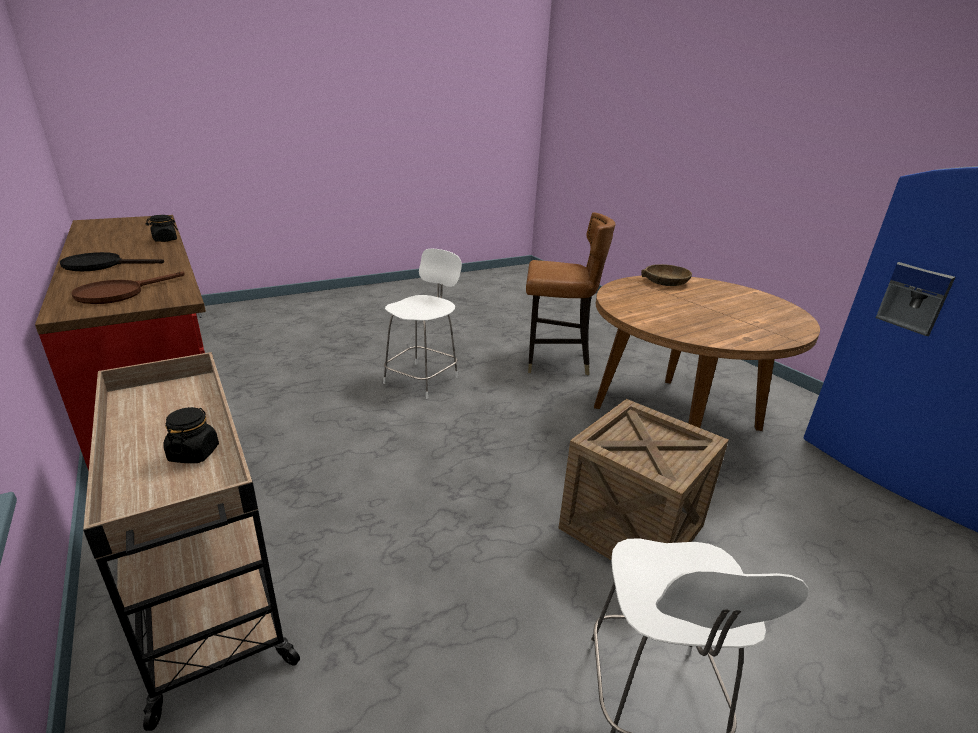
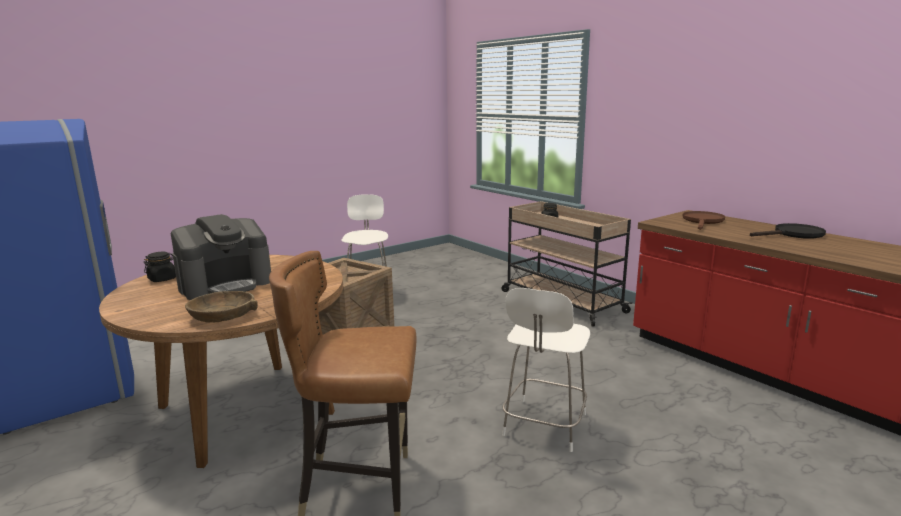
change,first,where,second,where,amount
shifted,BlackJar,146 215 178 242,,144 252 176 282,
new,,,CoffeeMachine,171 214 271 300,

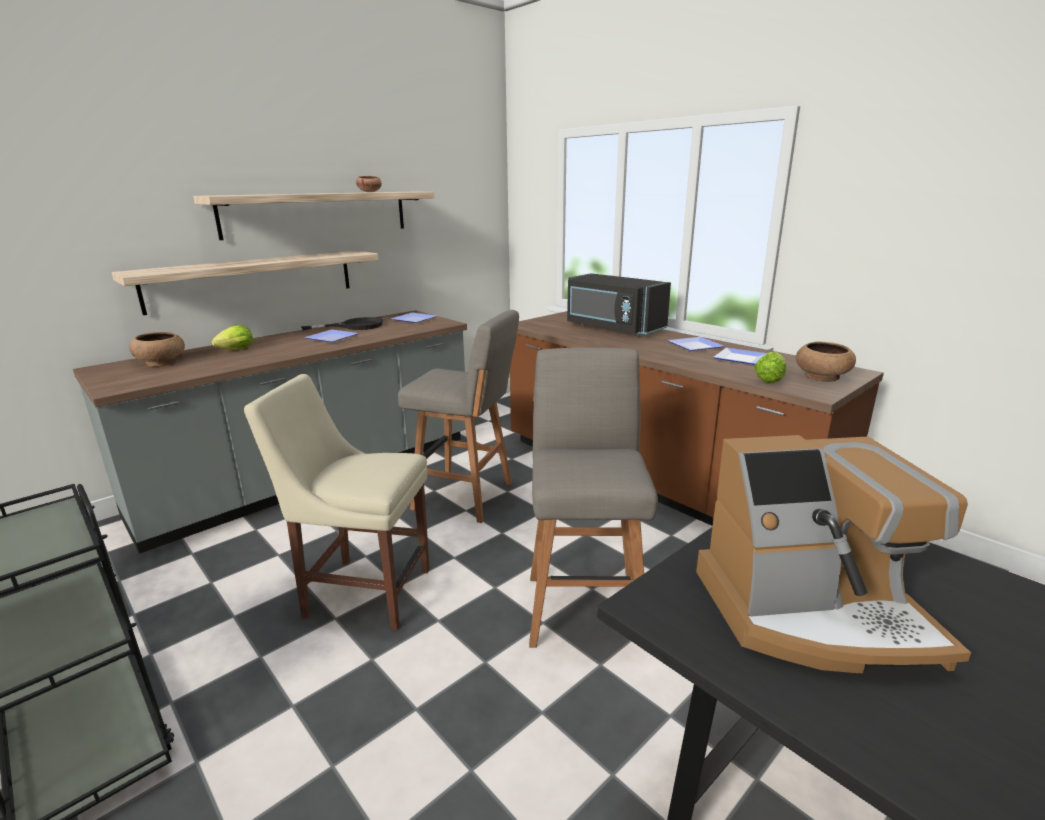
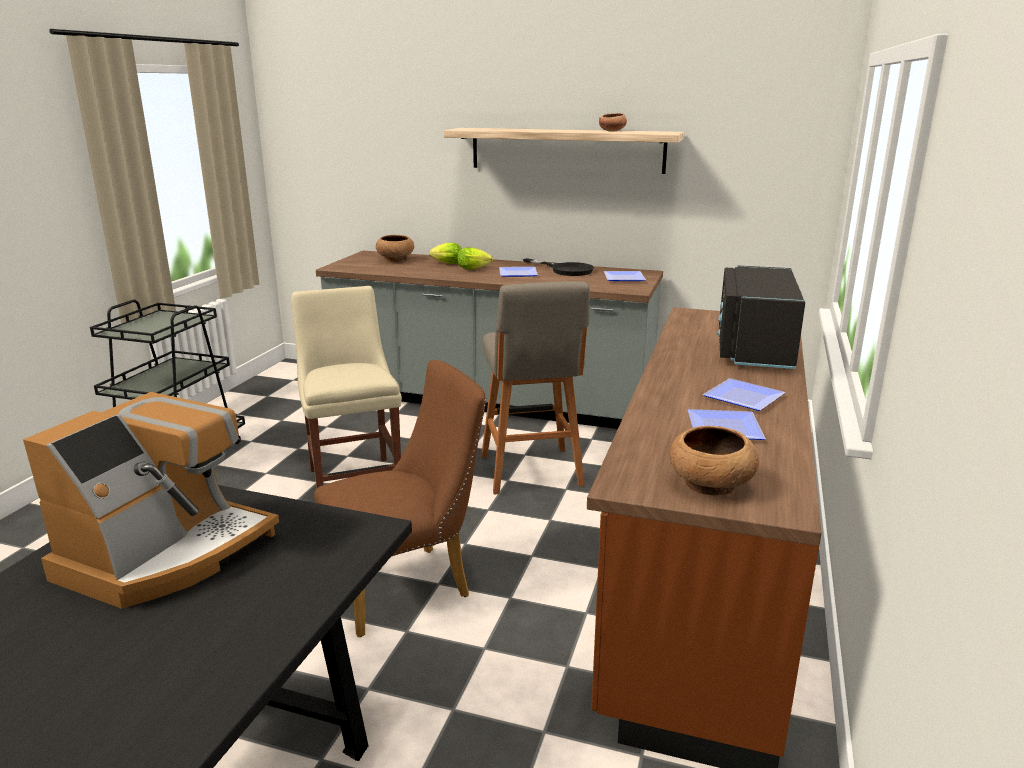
change,first,where,second,where,amount
gone,Shelf,112 250 378 315,,,
swapped,GreyStool,529 348 658 648,BrownChair,314 360 486 637,
rotated,CoffeeMachine,696 435 971 673,,23 392 279 609,120 degrees counterclockwise
shifted,Lettuce,754 352 786 383,,457 247 493 269,

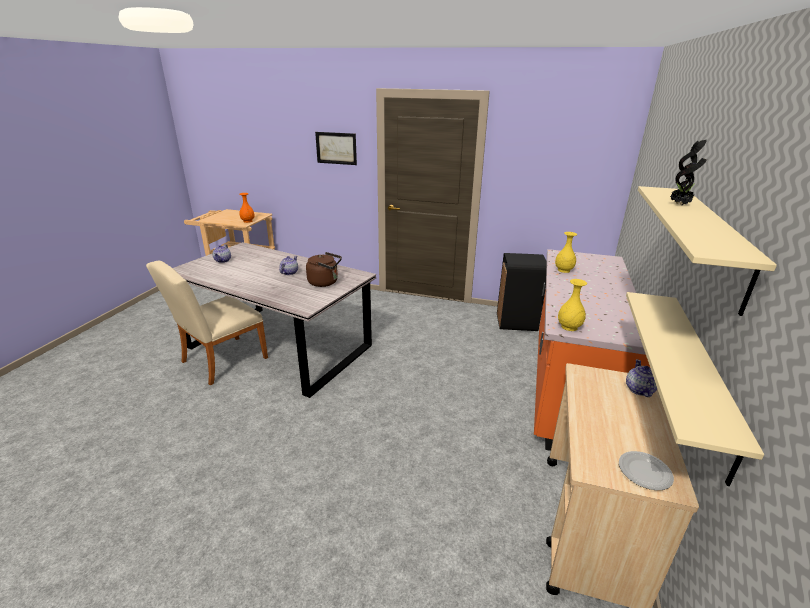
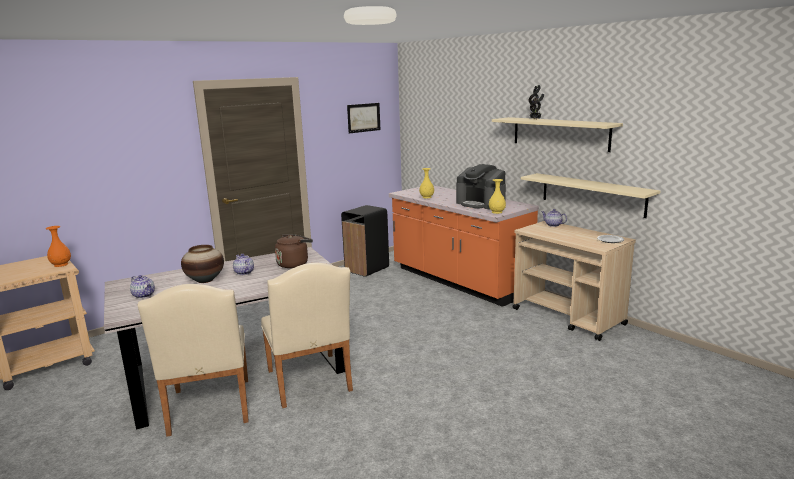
change,first,where,second,where,amount
shifted,Picture,315 132 357 165,,347 103 380 133,
new,,,Vase,181 245 224 283,
new,,,BeigeChair,261 263 353 408,
new,,,CoffeeMachine,456 164 506 209,

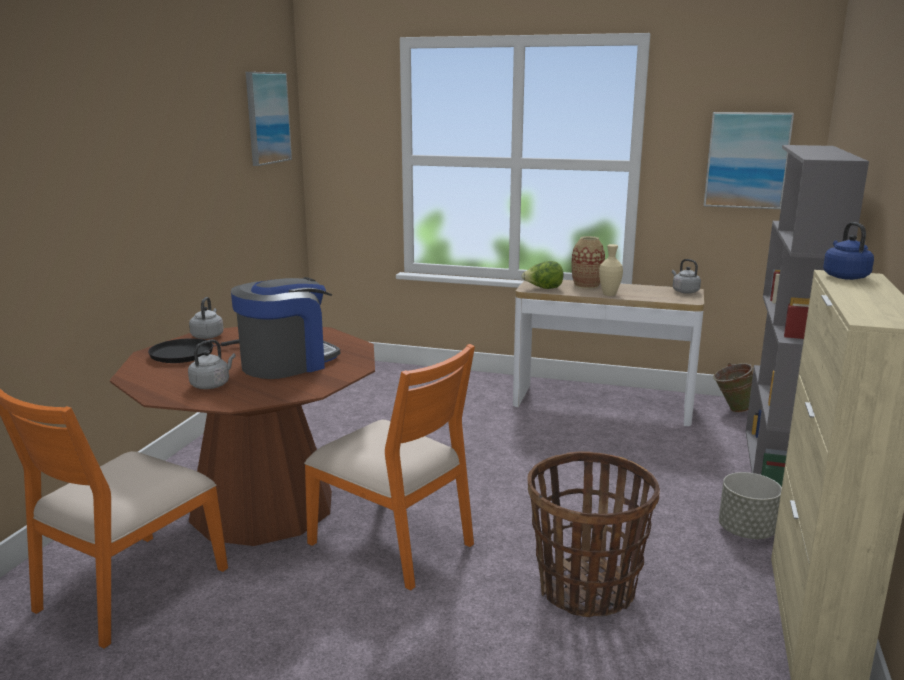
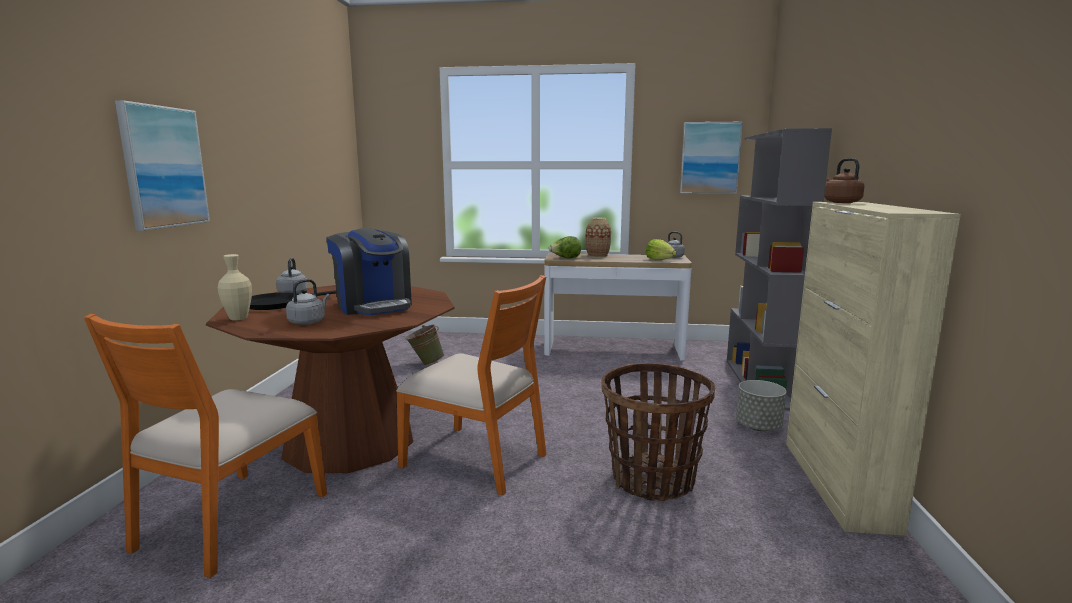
change,first,where,second,where,amount
rotated,CoffeeMachine,231 277 340 379,,326 228 412 315,105 degrees clockwise
shifted,Picture,246 72 292 166,,115 100 210 231,
shifted,BeigeVase,599 244 623 296,,218 254 252 321,
shifted,GreenBucket,713 363 753 412,,406 324 444 365,
repainted,BlueKettle,823 222 874 280,BrownKettle,824 158 865 203,
new,,,Lettuce,646 239 676 260,

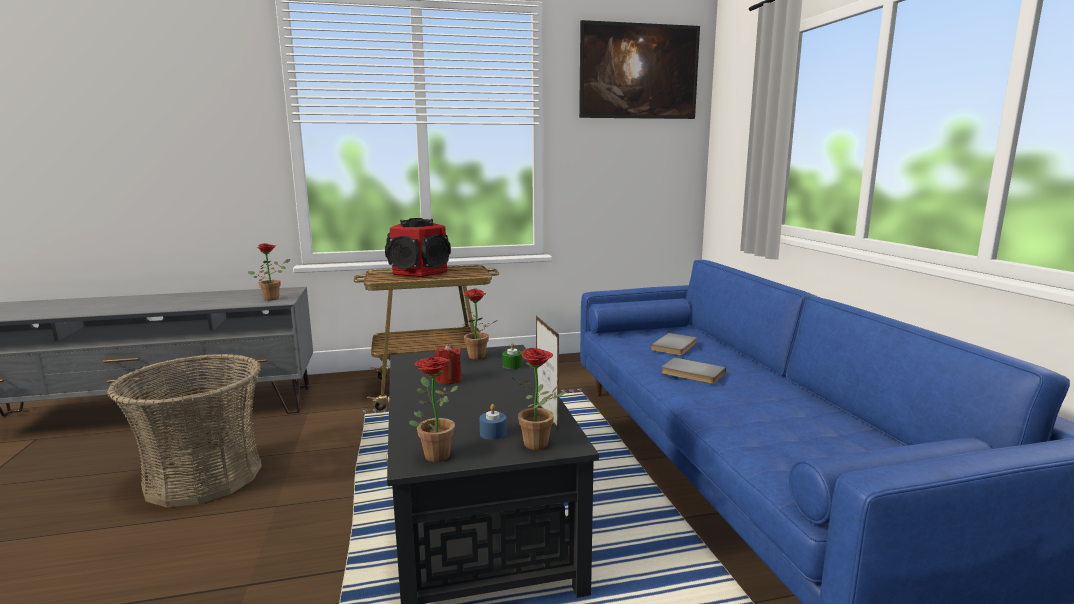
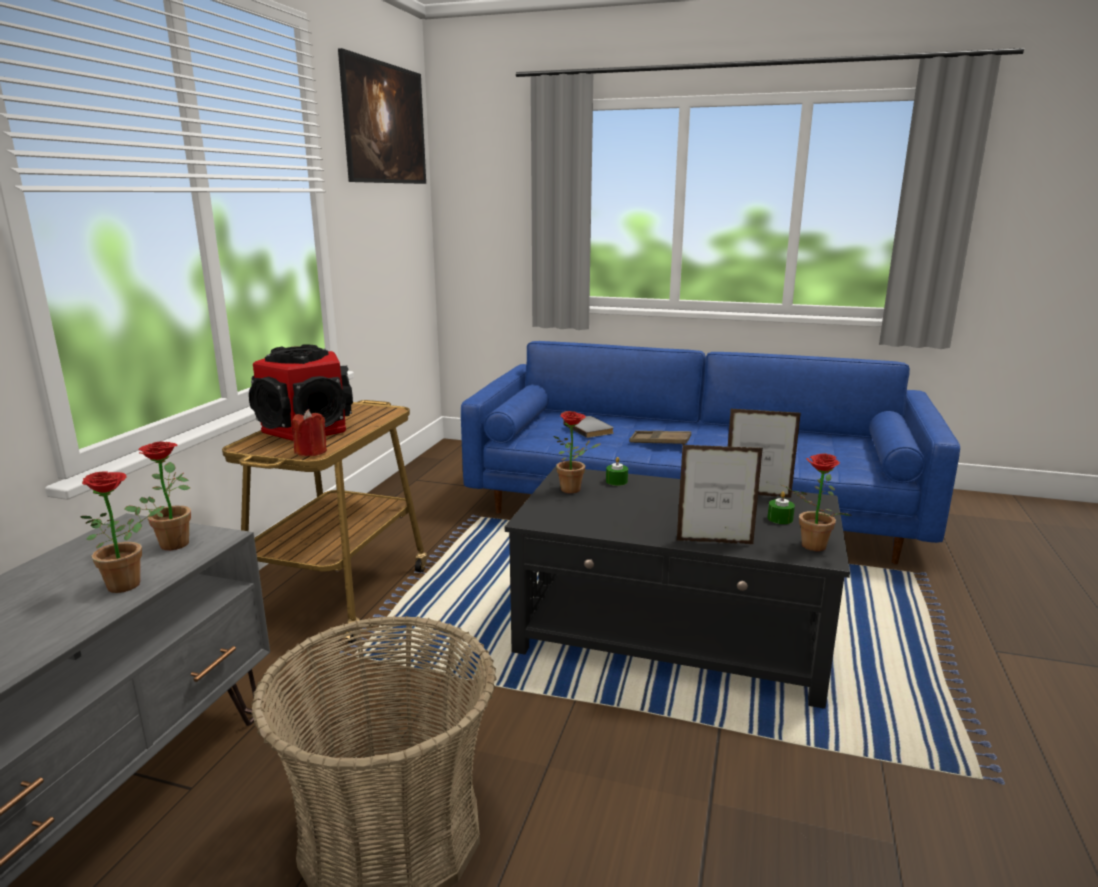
change,first,where,second,where,amount
shifted,RedCandle,434 344 462 384,,291 409 327 456,
repainted,BlueCandle,479 404 507 440,GreenCandle,768 492 795 524,
shifted,PottedPlant,512 348 566 450,,81 471 165 593,
swapped,GreyBook,661 357 726 384,BrownTray,629 431 691 445,
new,,,PictureFrame,677 445 763 545,

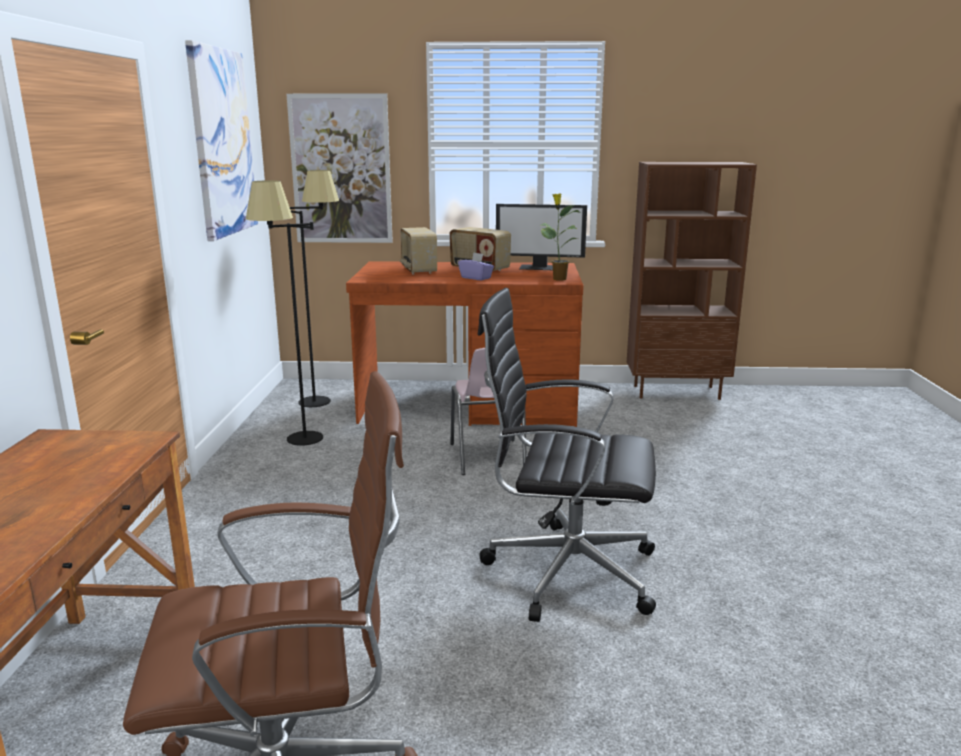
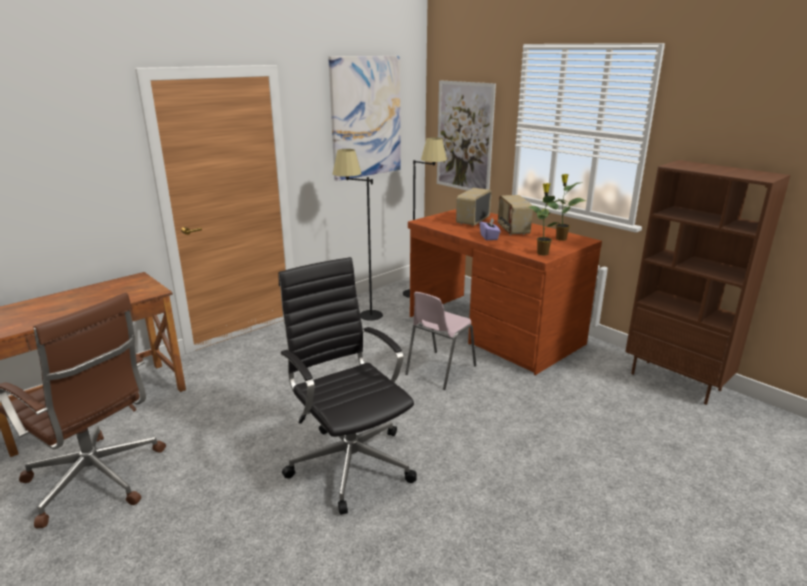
change,first,where,second,where,amount
swapped,Monitor,496 204 587 270,PottedPlant,542 174 586 241,

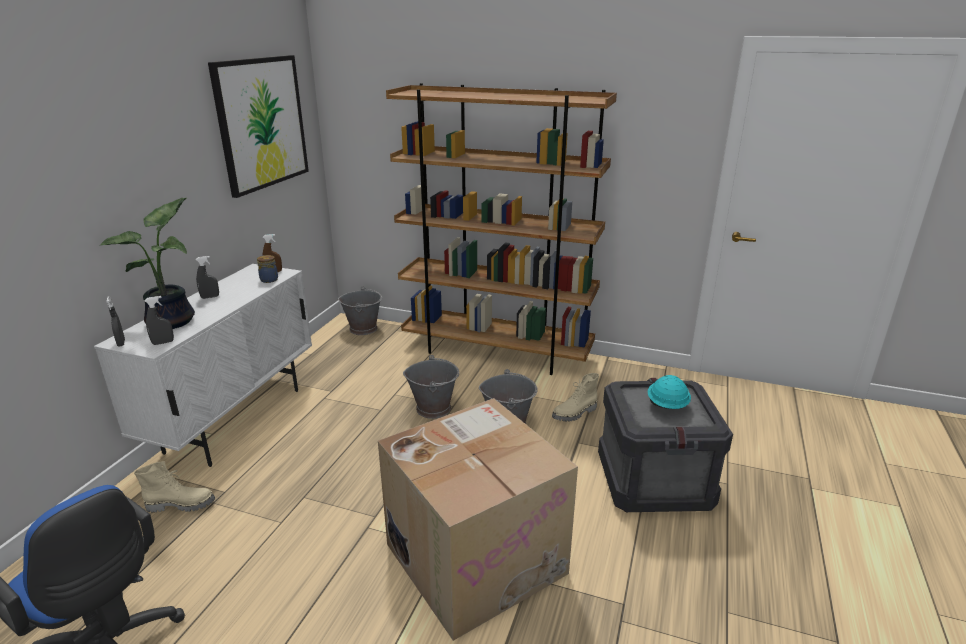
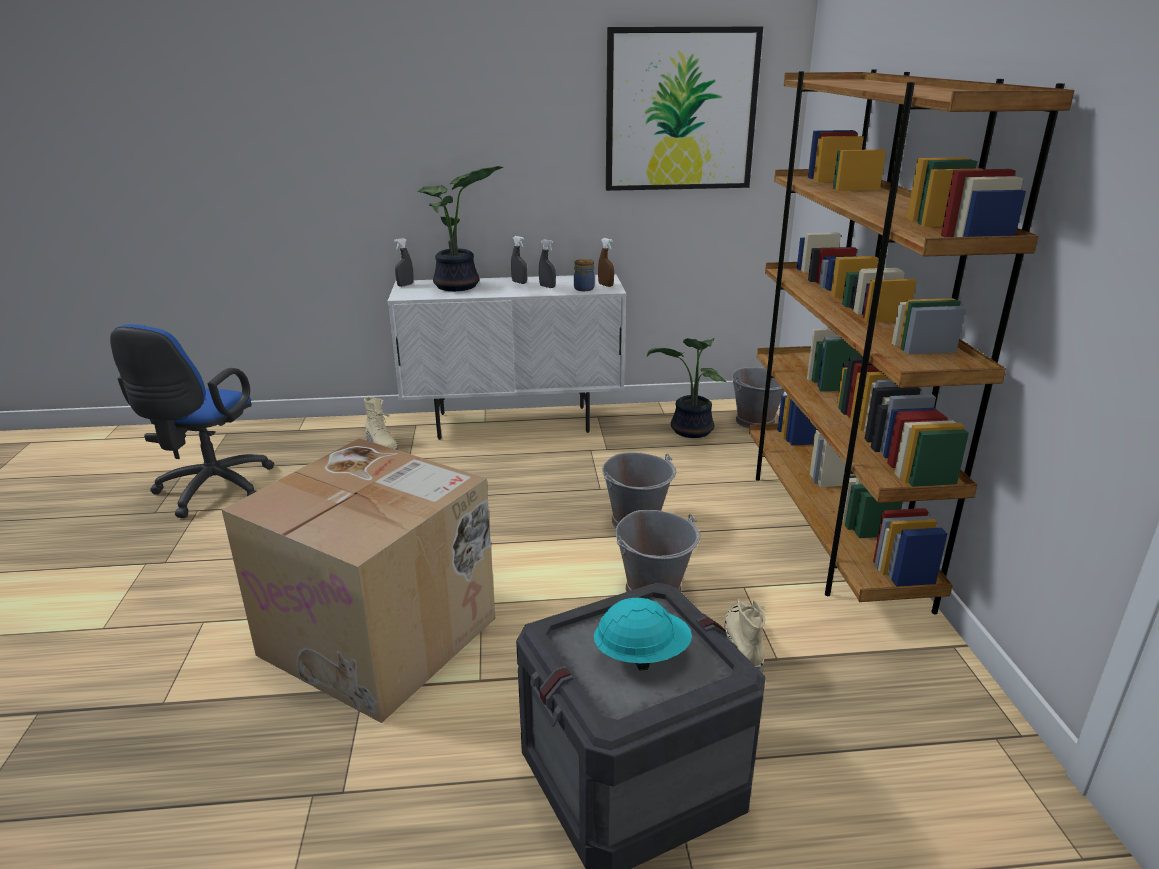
change,first,where,second,where,amount
shifted,GreySprayBottle,144 296 174 345,,539 239 556 288,
rotated,BeigeBoot,552 373 599 421,,724 599 767 673,60 degrees clockwise
new,,,PottedPlant,647 338 726 438,

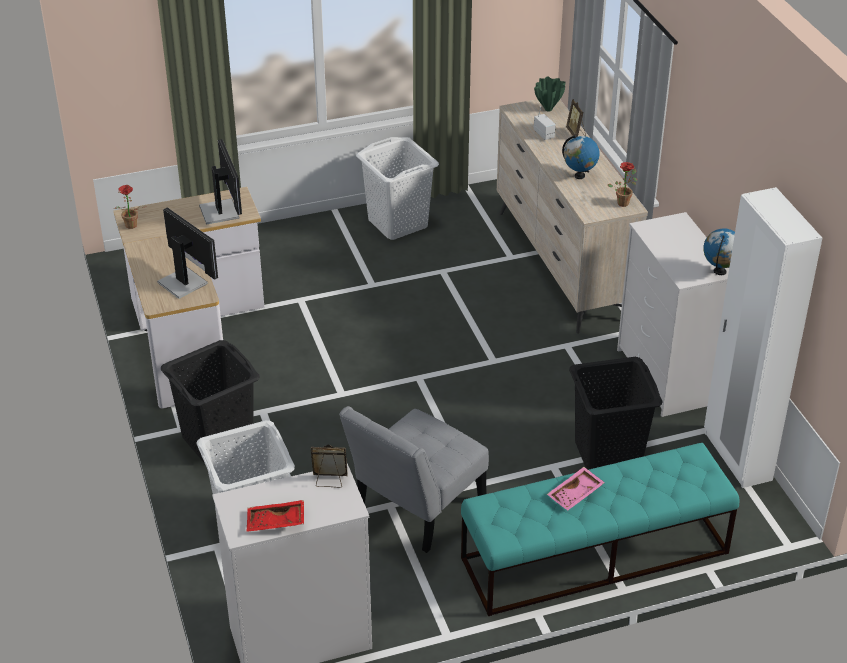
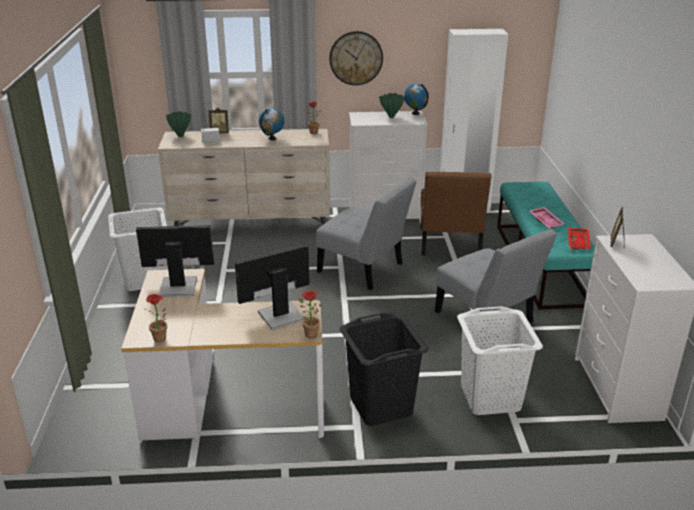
change,first,where,second,where,amount
shifted,RedTray,246 500 304 532,,568 228 591 250,
swapped,BlackLaundryBasket,569 357 663 470,BrownChair,421 171 491 255,
new,,,PottedPlant,298 290 322 339,
new,,,GreyChair,316 178 417 290,
new,,,WallClock,329 31 383 85,
new,,,GreenVase,379 93 405 118,

